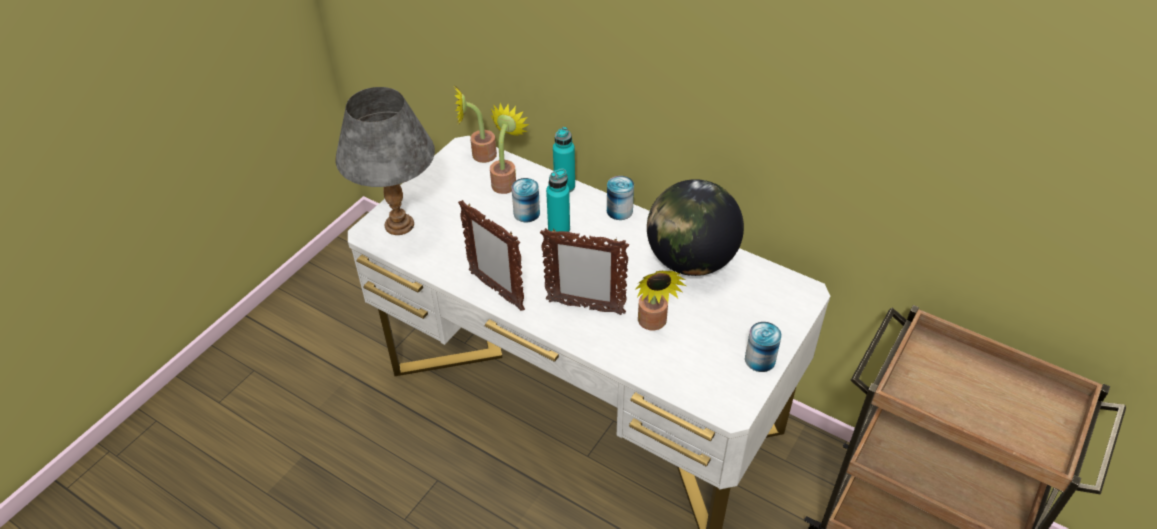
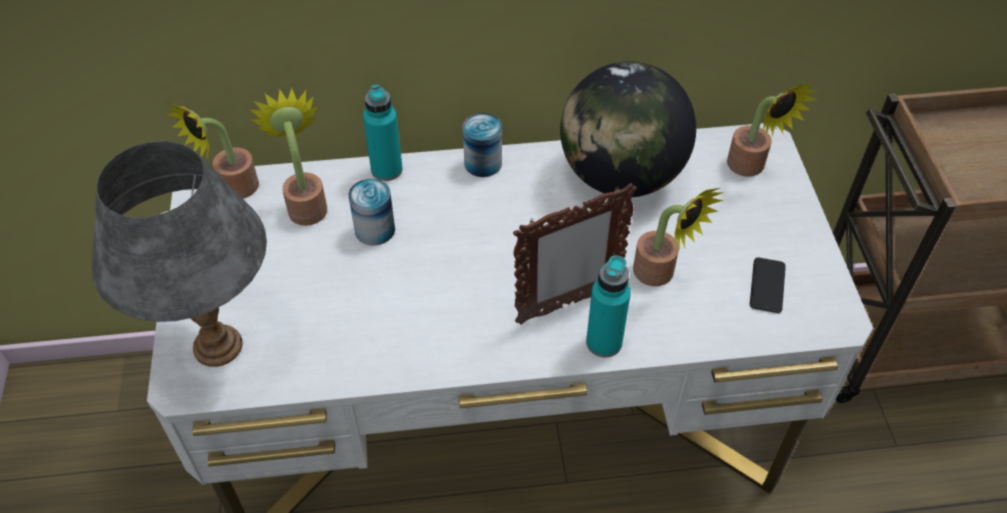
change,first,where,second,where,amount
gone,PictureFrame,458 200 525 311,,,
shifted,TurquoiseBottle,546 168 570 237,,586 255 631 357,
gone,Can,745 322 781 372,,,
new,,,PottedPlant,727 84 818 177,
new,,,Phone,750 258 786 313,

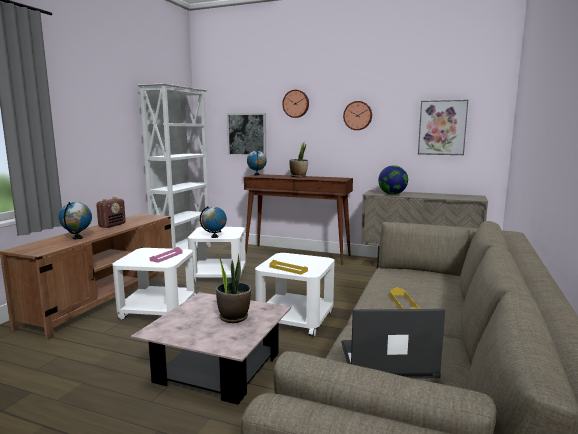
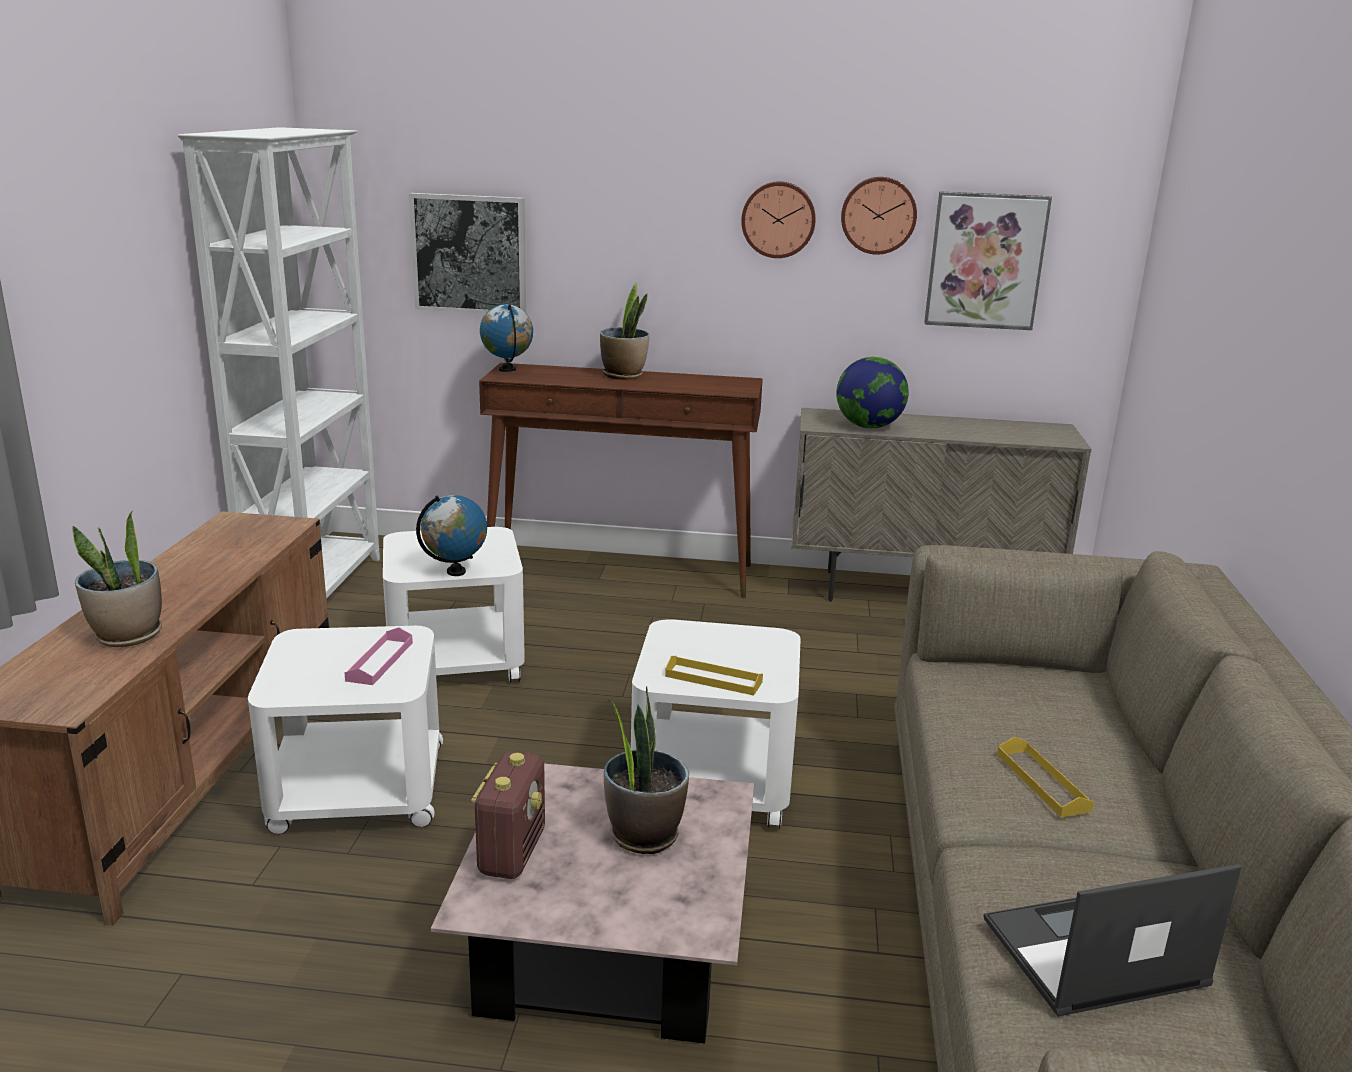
change,first,where,second,where,amount
swapped,Globe,59 202 92 239,PottedPlant,72 511 162 647,
shifted,Radio,96 197 126 228,,471 752 545 879,
shifted,WallClock,282 90 309 118,,841 177 917 255,

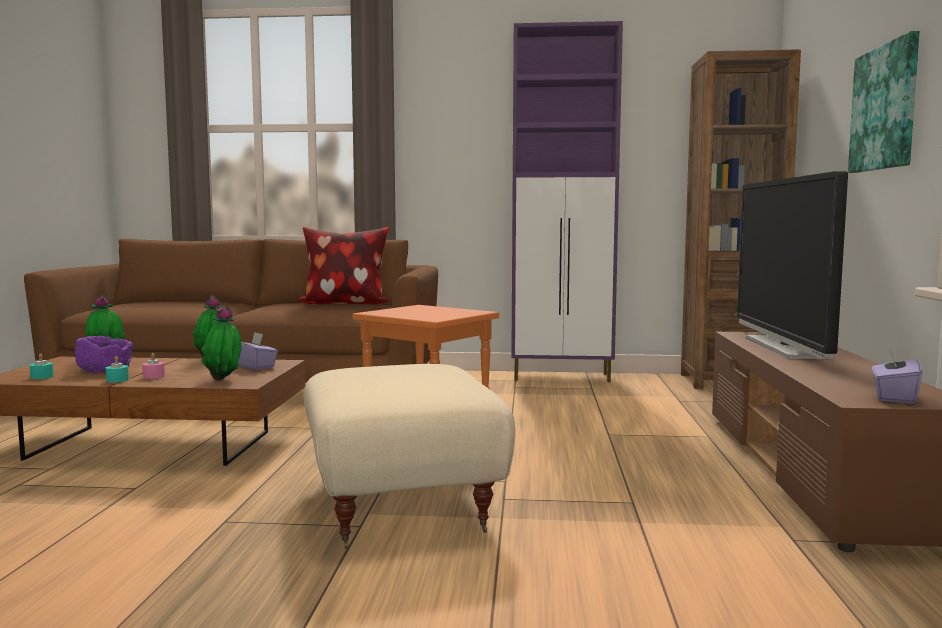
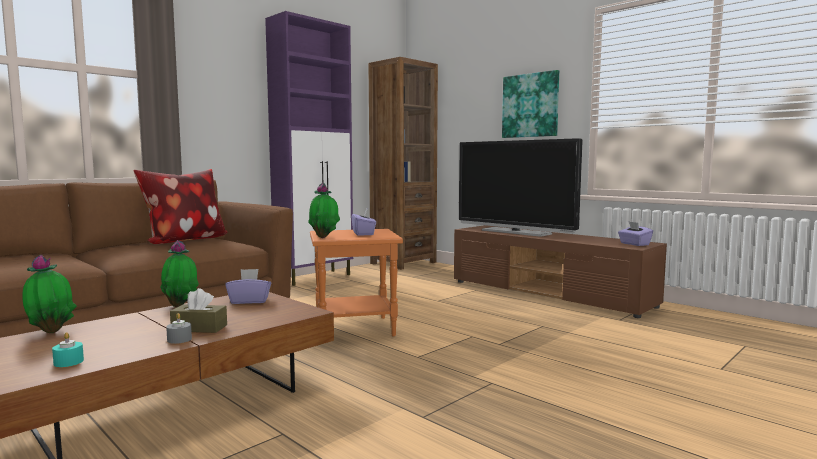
change,first,where,second,where,amount
gone,PurpleBowl,75 336 133 373,,,
repainted,TurquoiseCandle,106 356 129 382,GreyCandle,166 313 192 344,
swapped,PinkCandle,143 353 165 379,BrownTissueBox,170 288 227 333,
shifted,PottedPlant,201 306 241 381,,308 183 340 238,
gone,BeigeOttoman,303 364 515 549,,,
new,,,PurpleTissueBox,352 208 376 236,

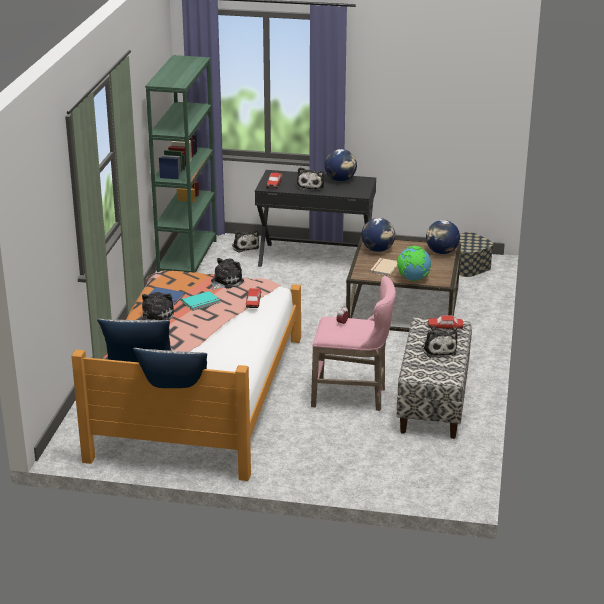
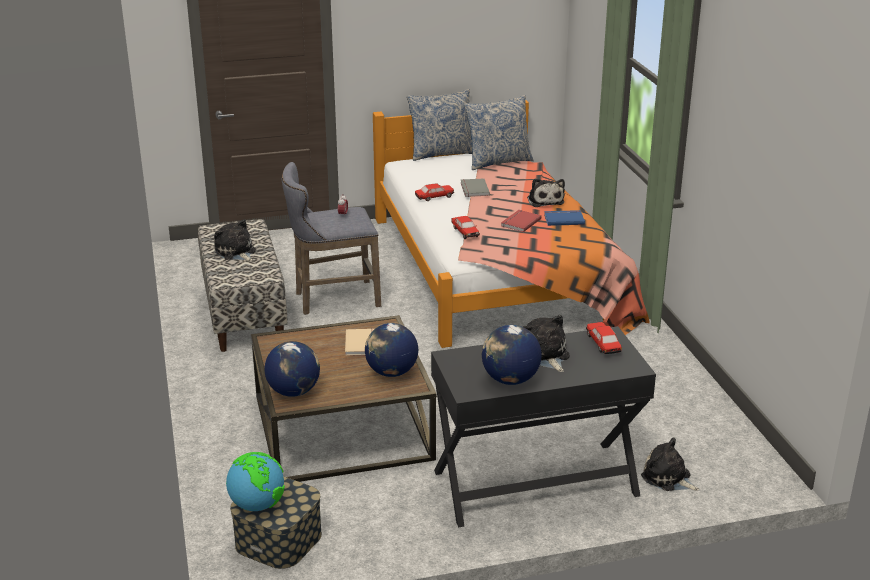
change,first,where,second,where,amount
gone,GreenBookcase,145 55 217 273,,,
repainted,TurquoiseBook,182 291 220 311,RedBook,501 210 542 232,
gone,PlushToy,211 258 244 291,,,
repainted,PinkStool,311 276 396 411,GreyStool,282 162 381 315,
shifted,Globe,397 246 431 281,,226 452 285 511,
shifted,ToyCar,428 315 463 331,,415 183 454 201,
new,,,GreyBook,461 179 490 197,

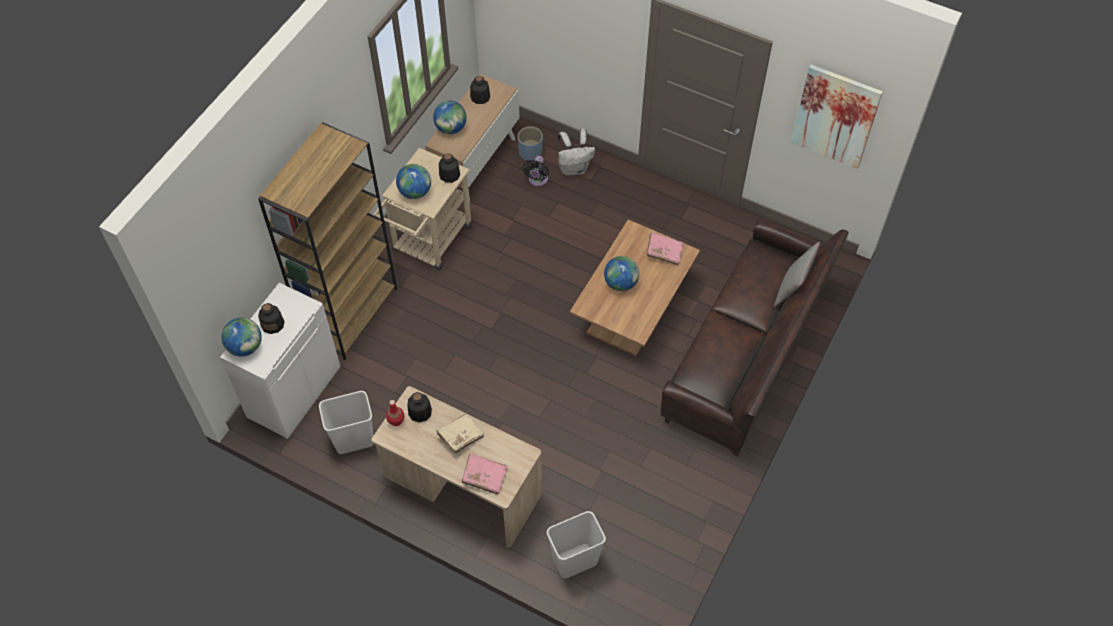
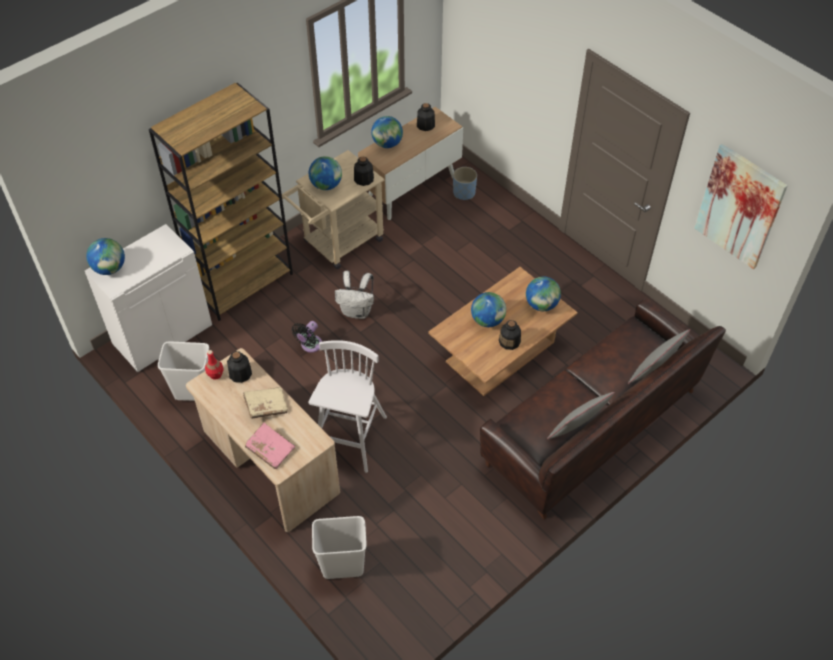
change,first,where,second,where,amount
shifted,Bottle,258 303 285 334,,499 320 521 350,
shifted,BlackFan,522 156 549 186,,292 321 322 353,
shifted,WhiteBackpack,558 129 595 176,,335 271 374 319,
swapped,PinkBook,647 232 683 265,Globe,526 277 561 311,
new,,,WhiteStool,308 340 387 473,
new,,,GreyPillow,547 392 615 440,

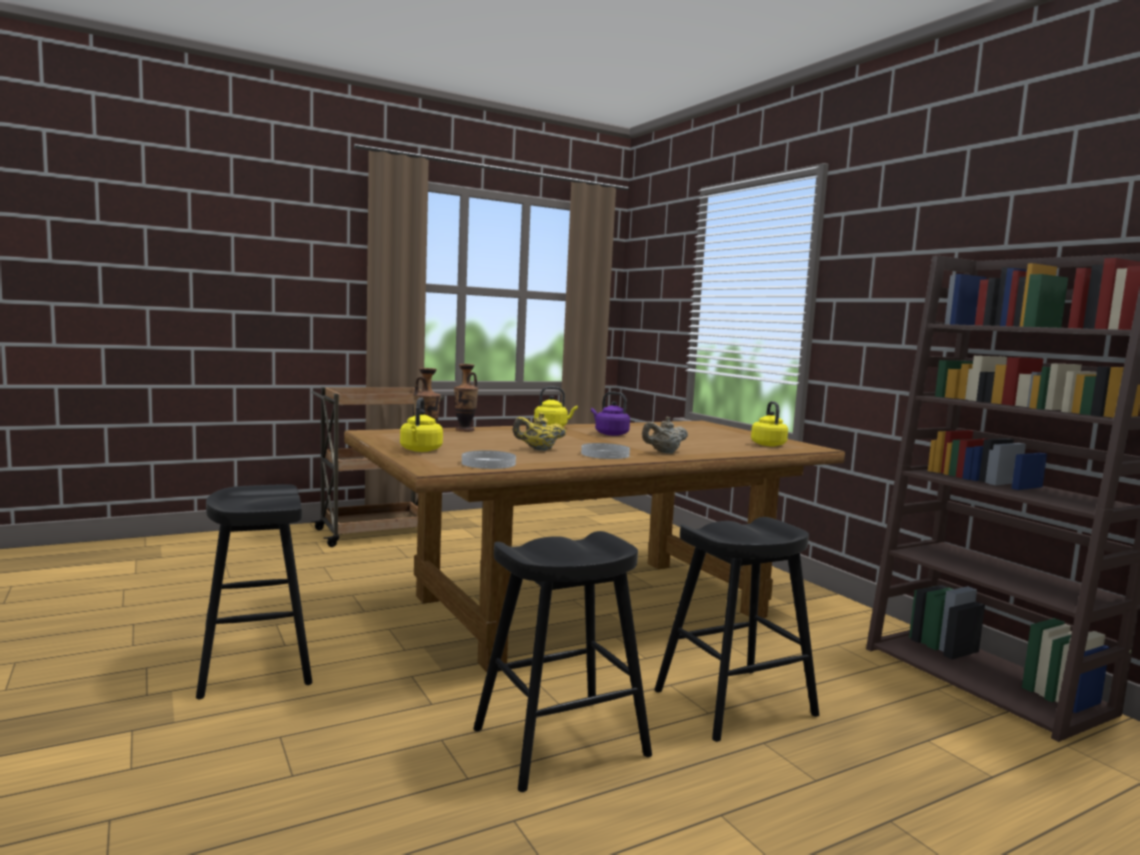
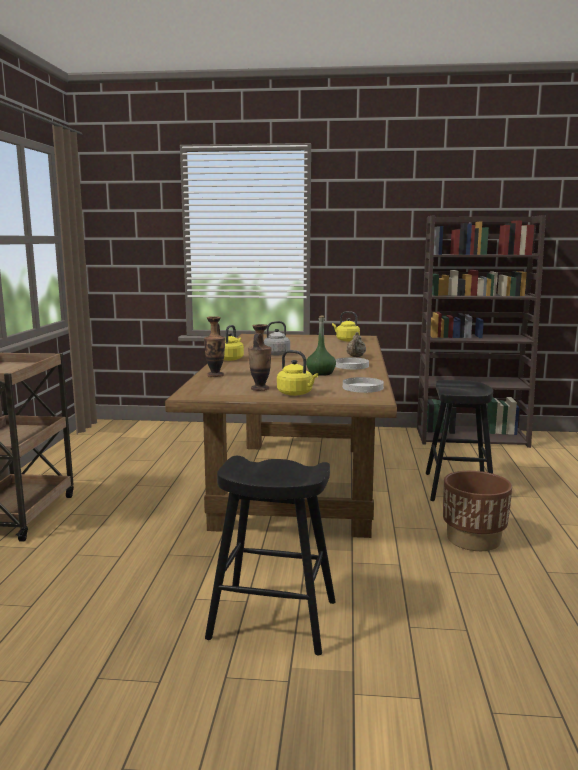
change,first,where,second,where,amount
swapped,BlackStool,473 531 652 792,BrownPlanter,443 471 512 551,
swapped,YellowTeapot,513 413 566 451,GreenBottle,306 316 336 376,
repainted,PurpleKettle,591 392 630 436,GreyKettle,264 321 290 355,

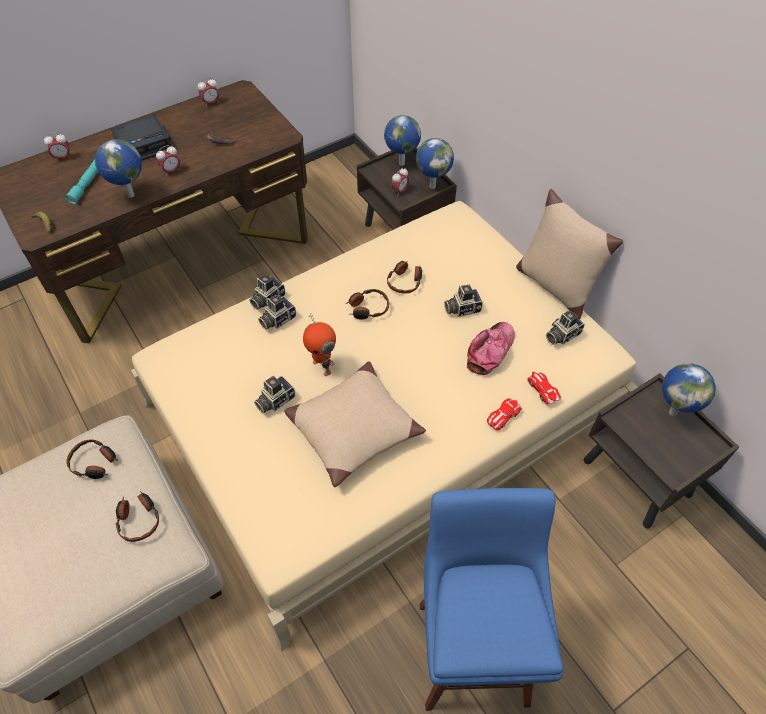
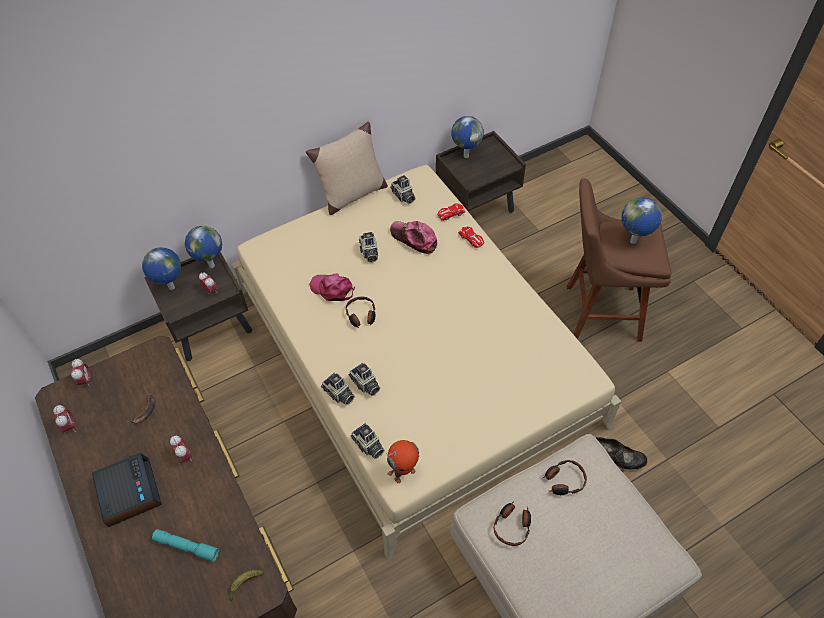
change,first,where,second,where,amount
shifted,AlarmClock,44 133 71 162,,71 359 91 387,
shifted,Globe,95 139 142 198,,621 197 662 244,
shifted,PhotoCamera,254 376 295 414,,350 423 384 459,
gone,BeigePillow,285 361 426 487,,,
shifted,ToyRobot,303 313 336 376,,387 440 420 483,
swapped,Headphones,387 261 422 294,PinkCap,309 273 355 301,
repainted,BlueStool,419 488 563 711,BrownStool,567 178 671 342,
new,,,BlackShoe,596 437 647 470,

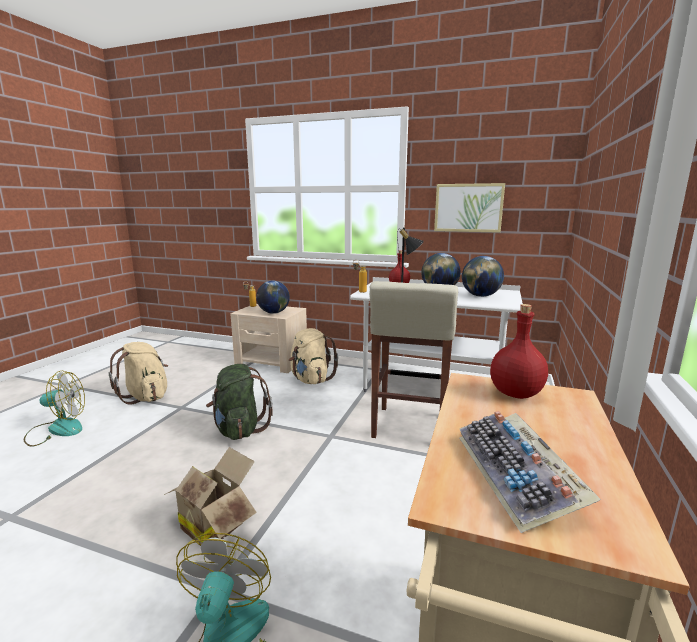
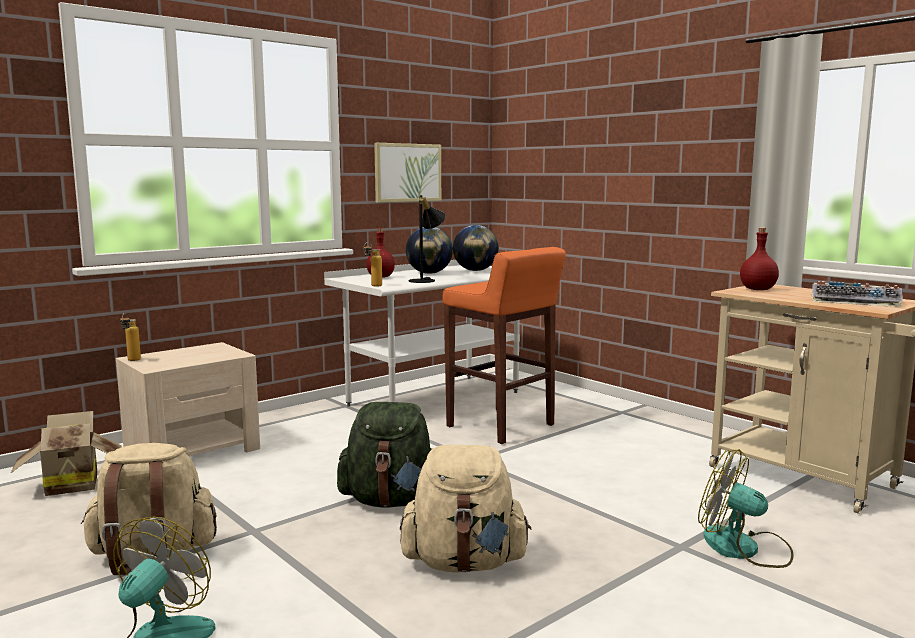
change,first,where,second,where,amount
shifted,CardboardBox,164 447 257 544,,10 411 122 496,
gone,Globe,256 281 290 314,,,
shifted,BeigeBackpack,289 328 338 384,,400 445 532 573,
repainted,BeigeStool,369 281 458 438,OrangeStool,443 247 566 444,

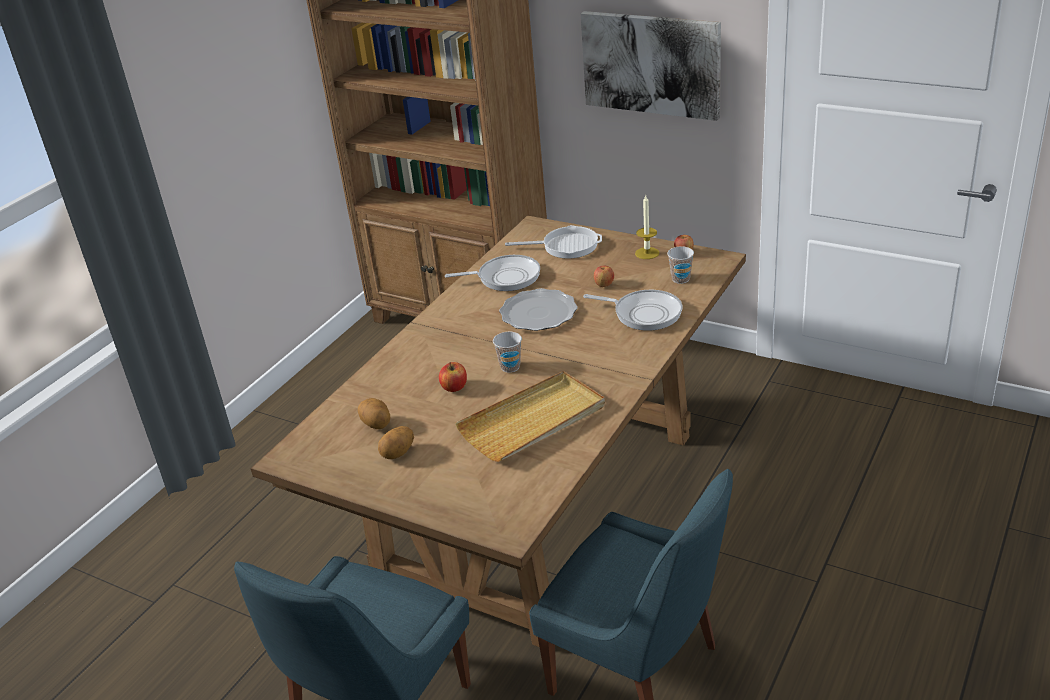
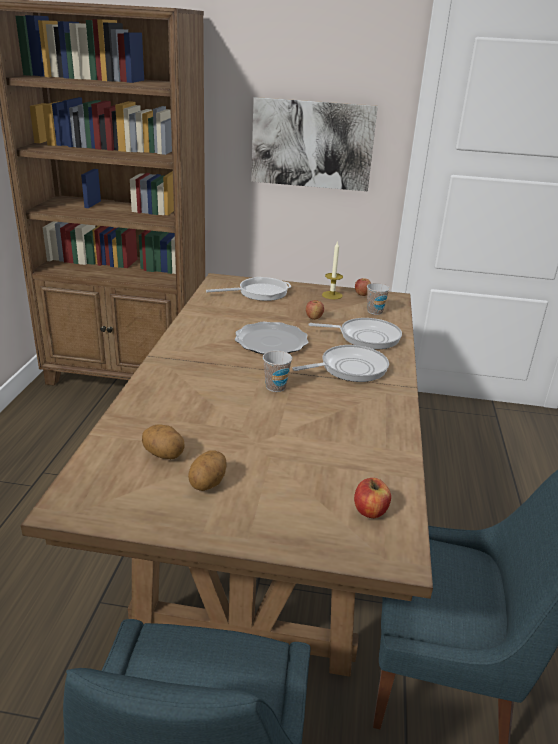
change,first,where,second,where,amount
shifted,Apple,439 362 467 392,,354 478 391 518,
shifted,FryingPan,445 255 540 291,,292 345 389 382,
gone,BeigeTray,455 371 605 462,,,

